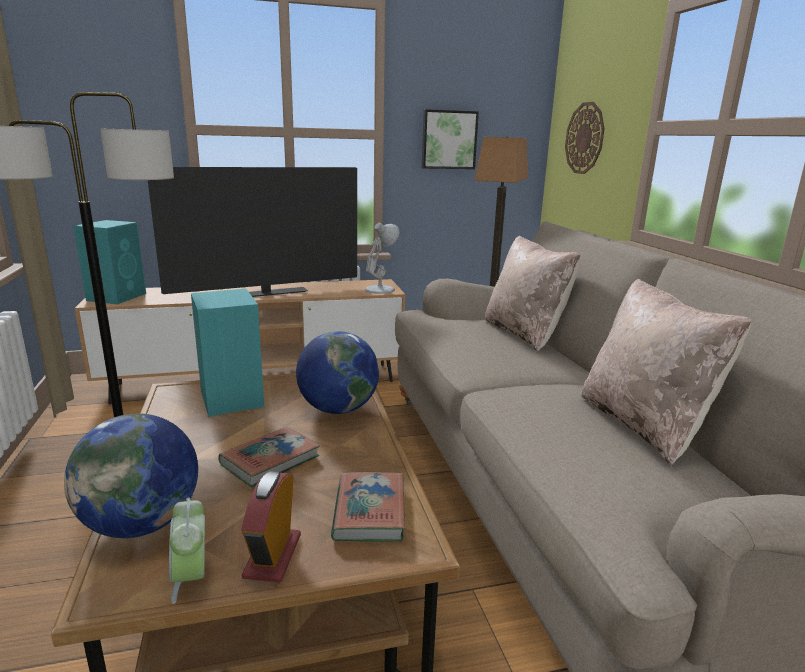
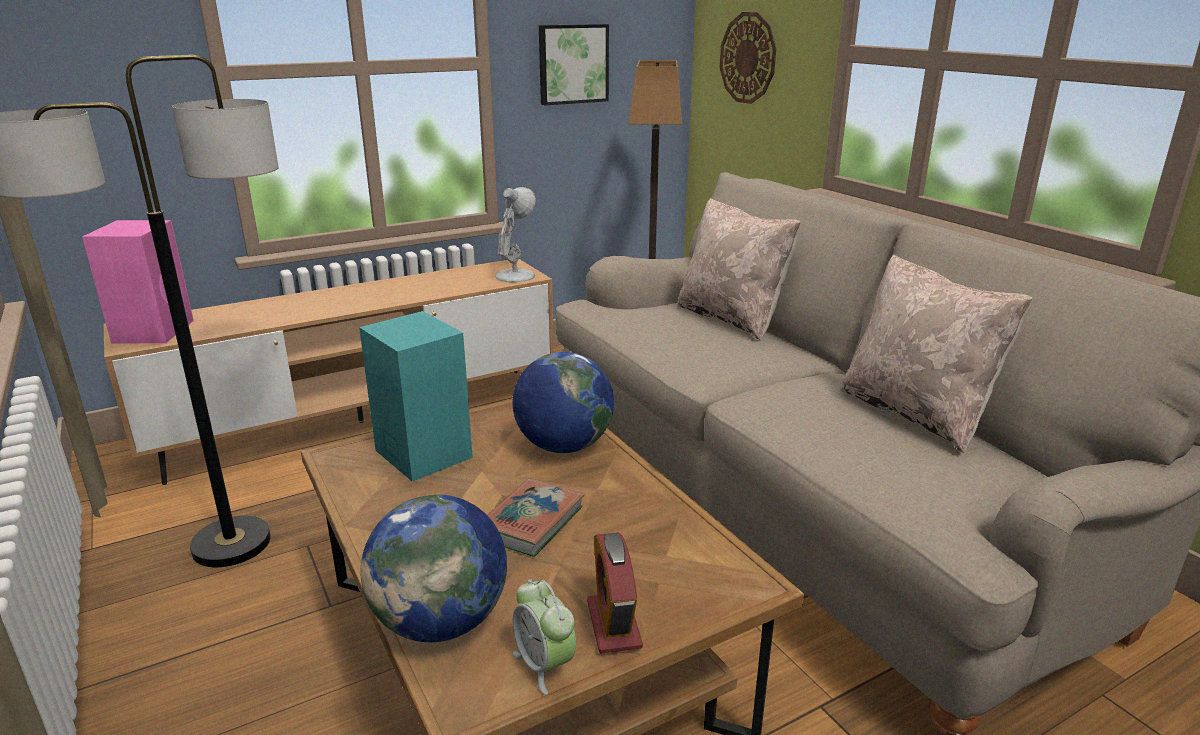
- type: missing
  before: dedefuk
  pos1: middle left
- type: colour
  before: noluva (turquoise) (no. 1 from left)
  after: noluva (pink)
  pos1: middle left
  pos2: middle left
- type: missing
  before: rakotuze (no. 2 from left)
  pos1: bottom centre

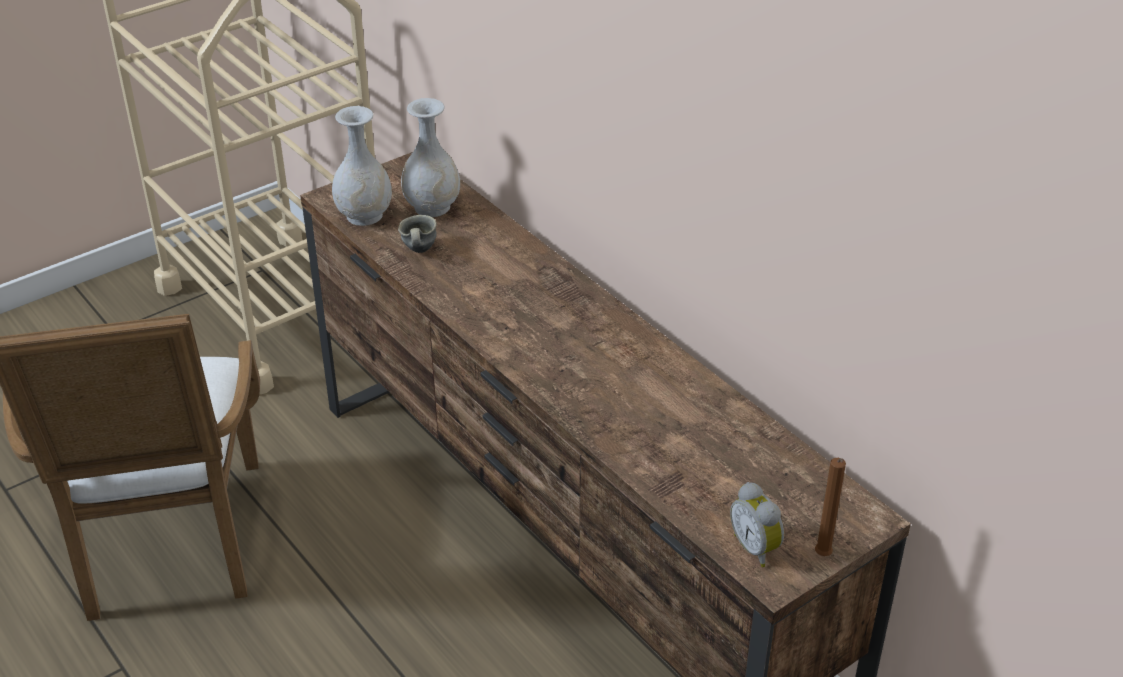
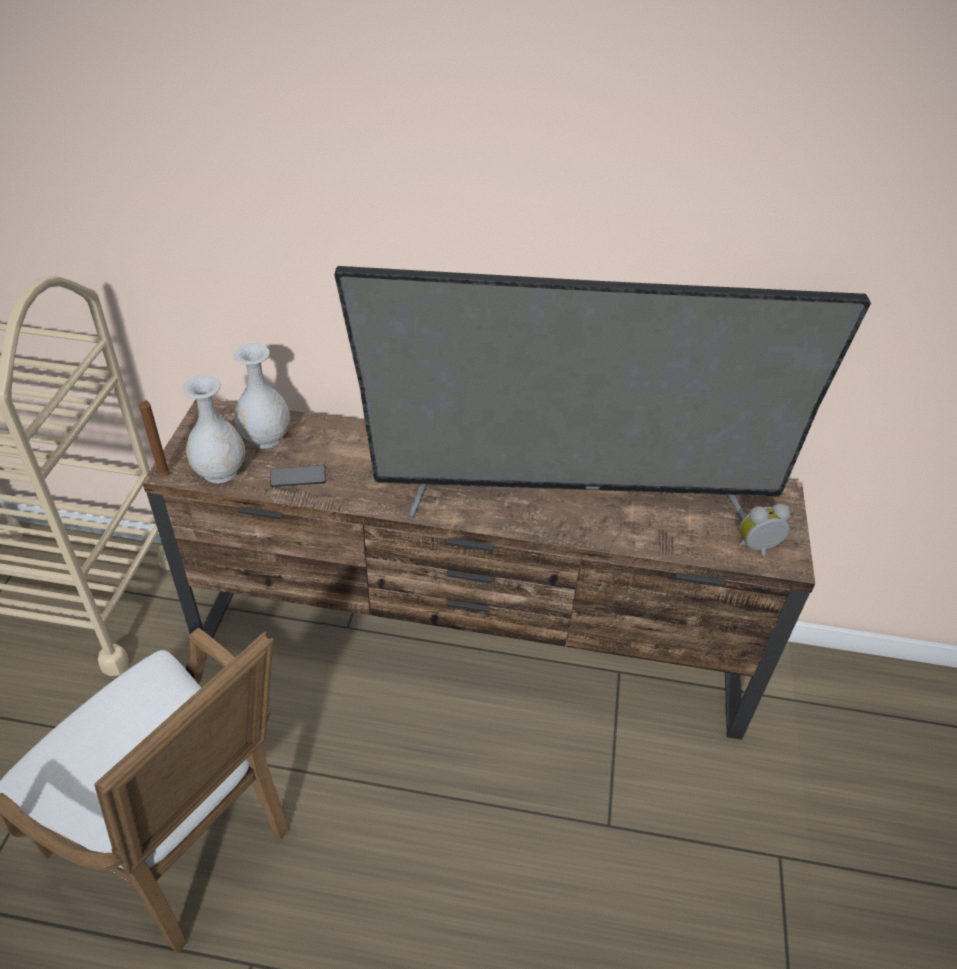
- type: exchanged
  before: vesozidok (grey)
  after: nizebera
  pos1: centre
  pos2: middle left
- type: relocated
  before: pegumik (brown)
  pos1: bottom right
  pos2: middle left
- type: spun
  before: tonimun
  pos1: bottom right
  pos2: middle right
  turn: 150
- type: appeared
  after: dedefuk
  pos2: centre

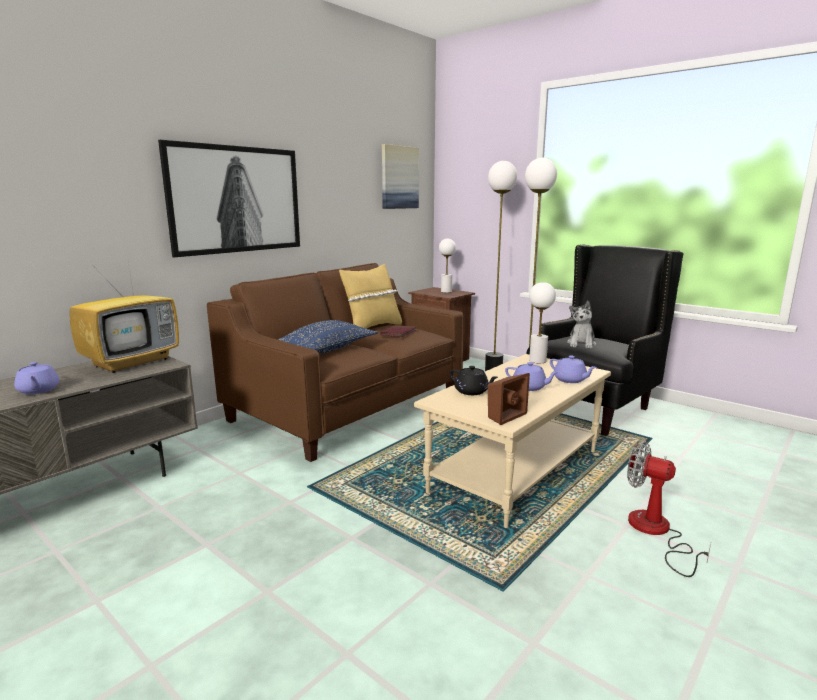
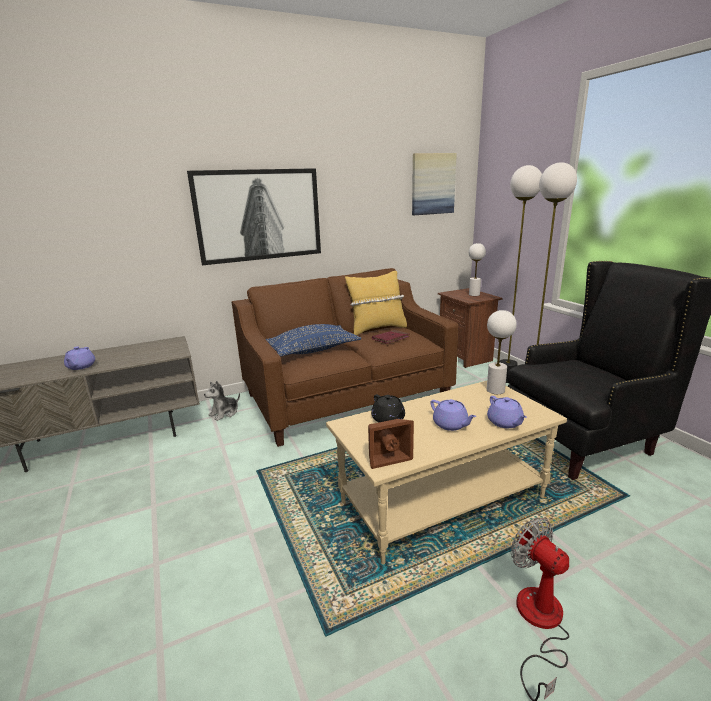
- type: missing
  before: dedefuk
  pos1: middle left
- type: relocated
  before: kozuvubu
  pos1: middle right
  pos2: middle left

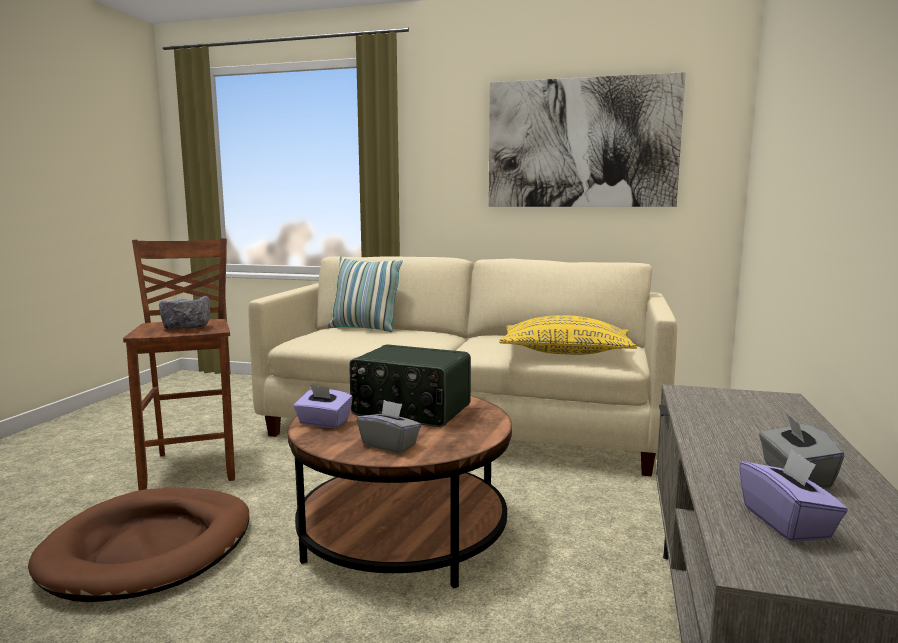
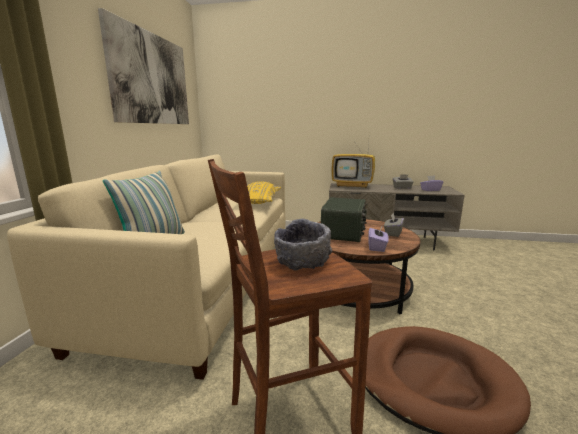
- type: appeared
  after: dedefuk
  pos2: centre

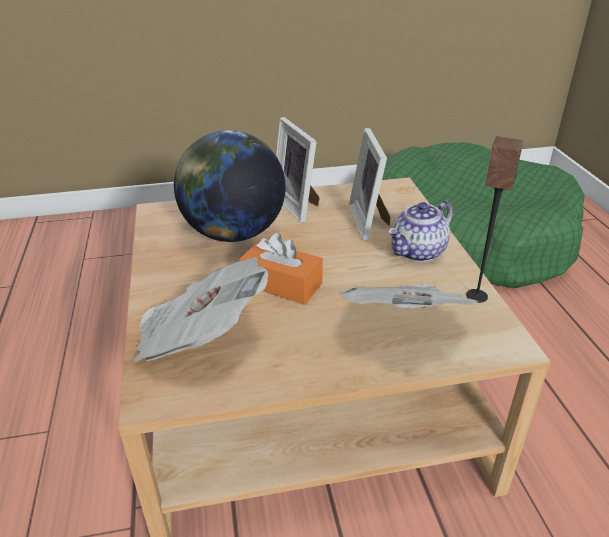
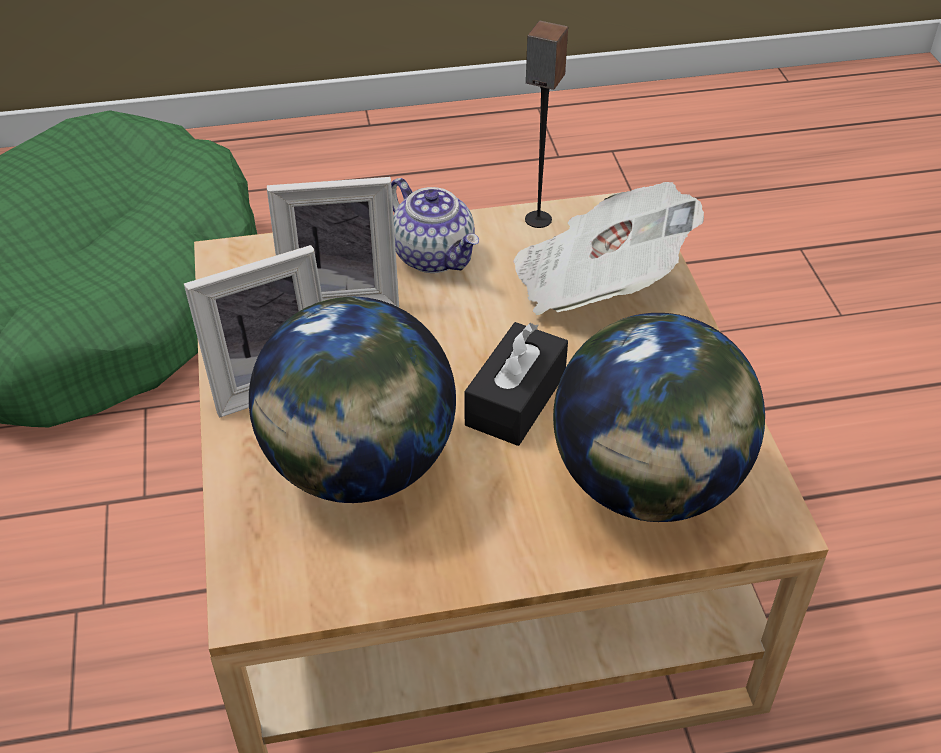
- type: colour
  before: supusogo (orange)
  after: supusogo (black)
  pos1: centre
  pos2: centre
- type: exchanged
  before: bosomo (no. 1 from left)
  after: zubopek (no. 2 from left)
  pos1: middle left
  pos2: middle right

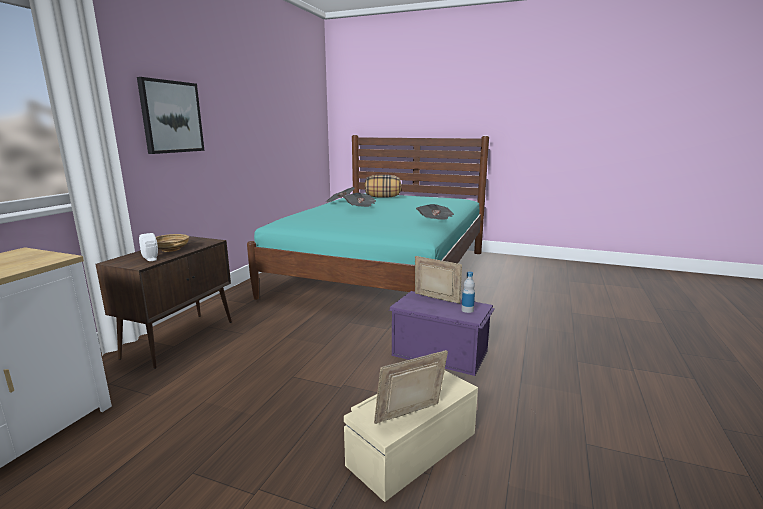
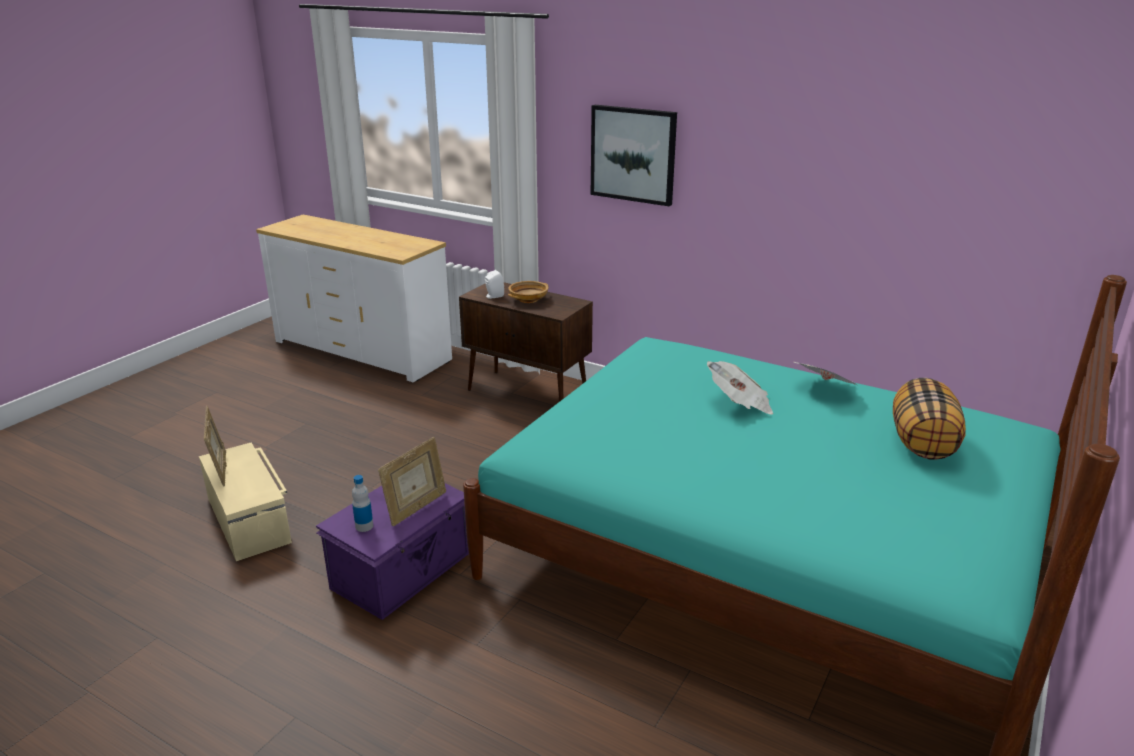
- type: missing
  before: bosomo (no. 3 from left)
  pos1: centre

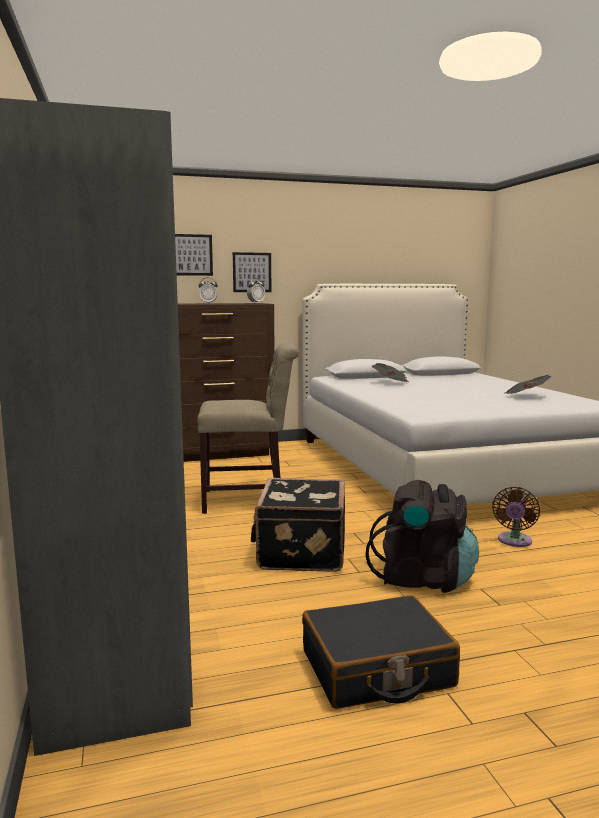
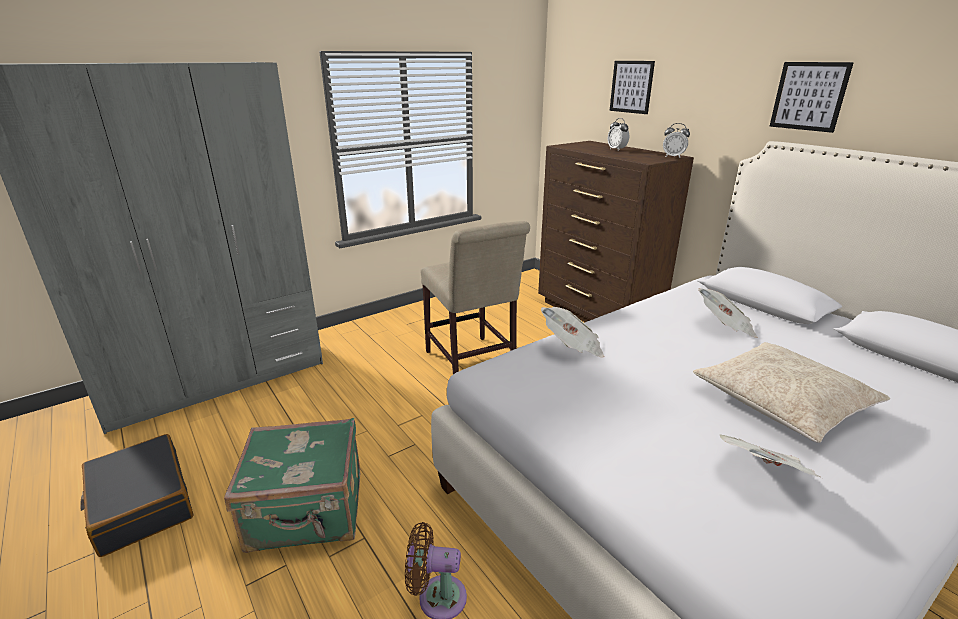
- type: relocated
  before: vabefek (no. 2 from left)
  pos1: top centre
  pos2: top right
- type: missing
  before: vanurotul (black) (no. 1 from left)
  pos1: centre
- type: exchanged
  before: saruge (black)
  after: vanurotul (green)
  pos1: middle right
  pos2: bottom left
- type: appeared
  after: bosomo (no. 1 from left)
  pos2: centre
- type: appeared
  after: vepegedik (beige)
  pos2: middle right

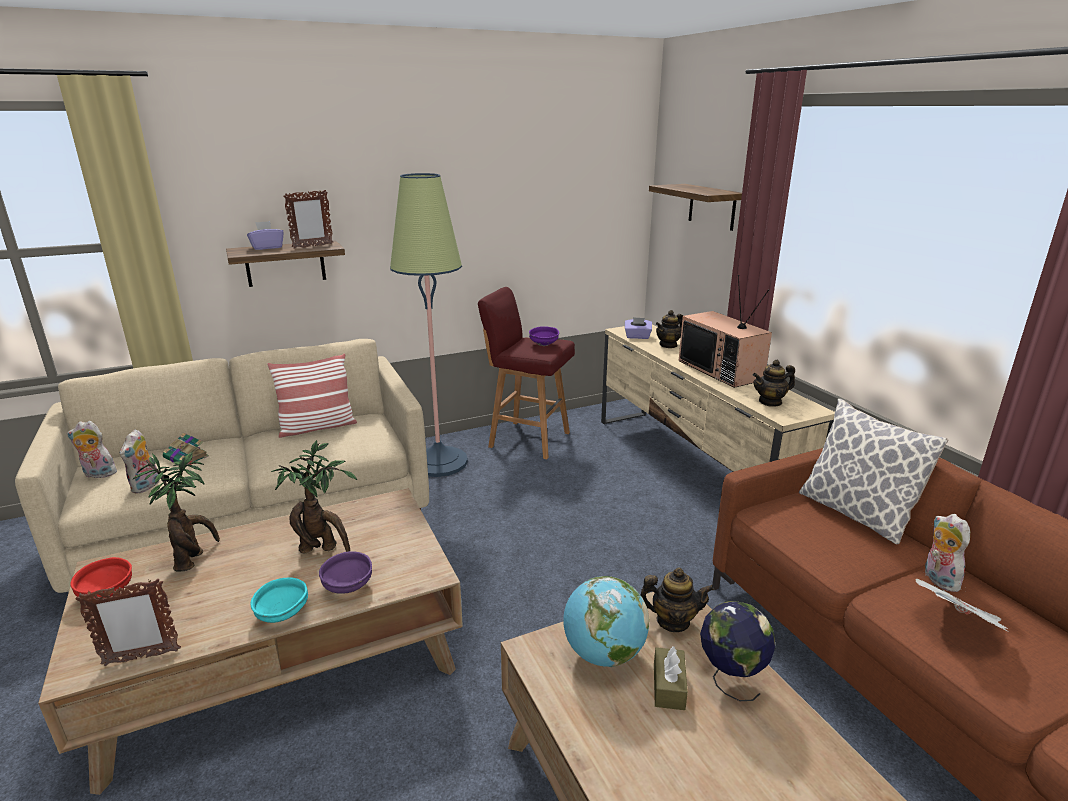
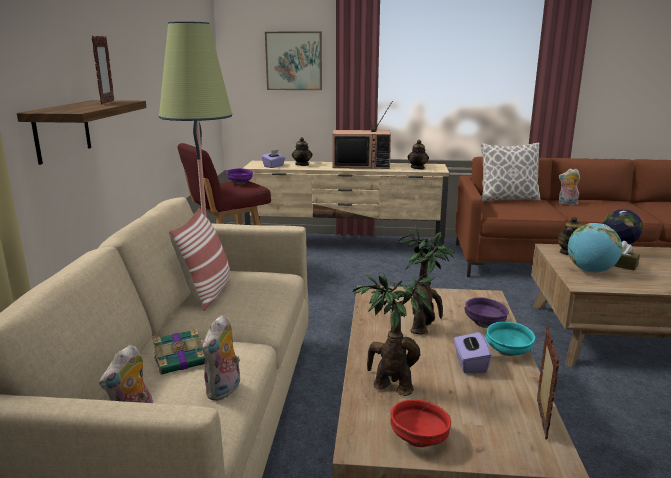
- type: exchanged
  before: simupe (no. 2 from left)
  after: vabefek
  pos1: top centre
  pos2: top centre
- type: relocated
  before: supusogo (purple) (no. 1 from left in the first image)
  after: supusogo (purple) (no. 2 from left)
  pos1: top left
  pos2: bottom right
- type: spun
  before: kozuvubu (no. 2 from left)
  pos1: middle left
  pos2: bottom left
  turn: 75
- type: missing
  before: bosomo
  pos1: bottom right

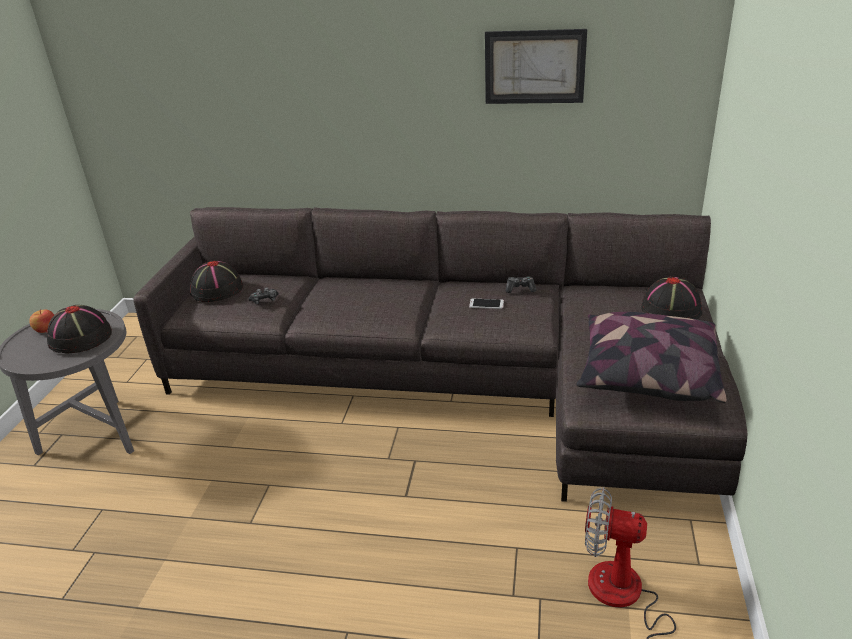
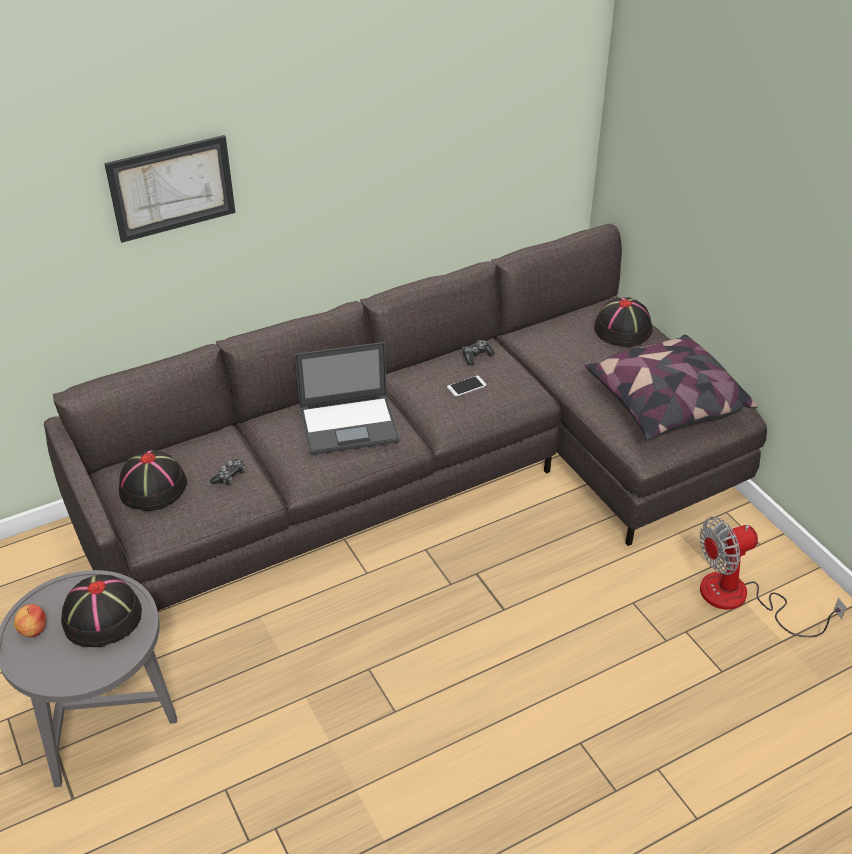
- type: relocated
  before: vabefek
  pos1: top centre
  pos2: top left
- type: appeared
  after: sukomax
  pos2: centre

